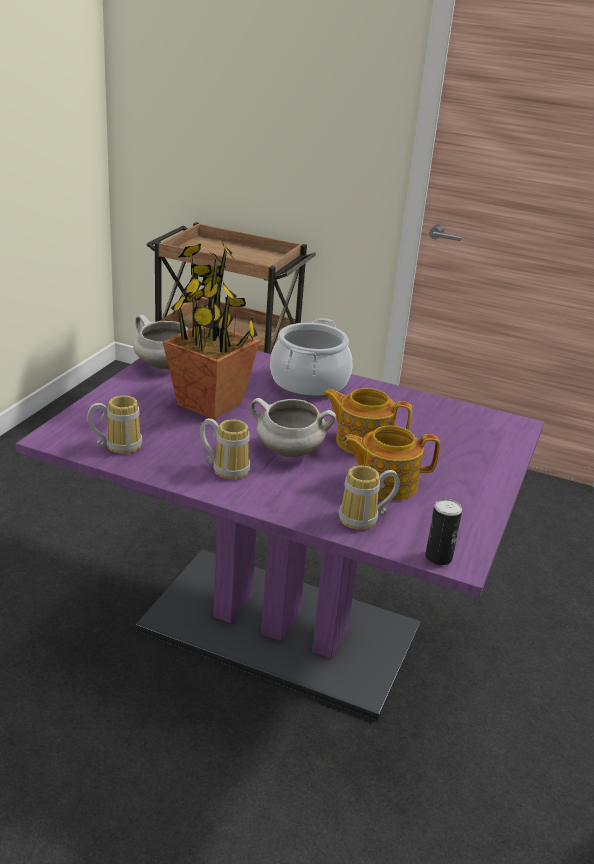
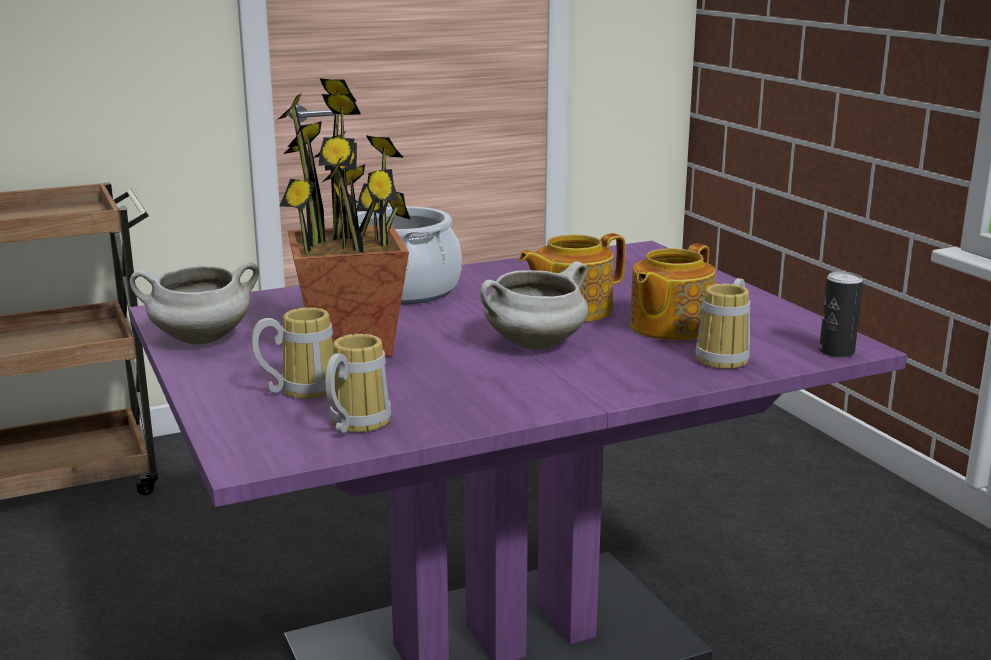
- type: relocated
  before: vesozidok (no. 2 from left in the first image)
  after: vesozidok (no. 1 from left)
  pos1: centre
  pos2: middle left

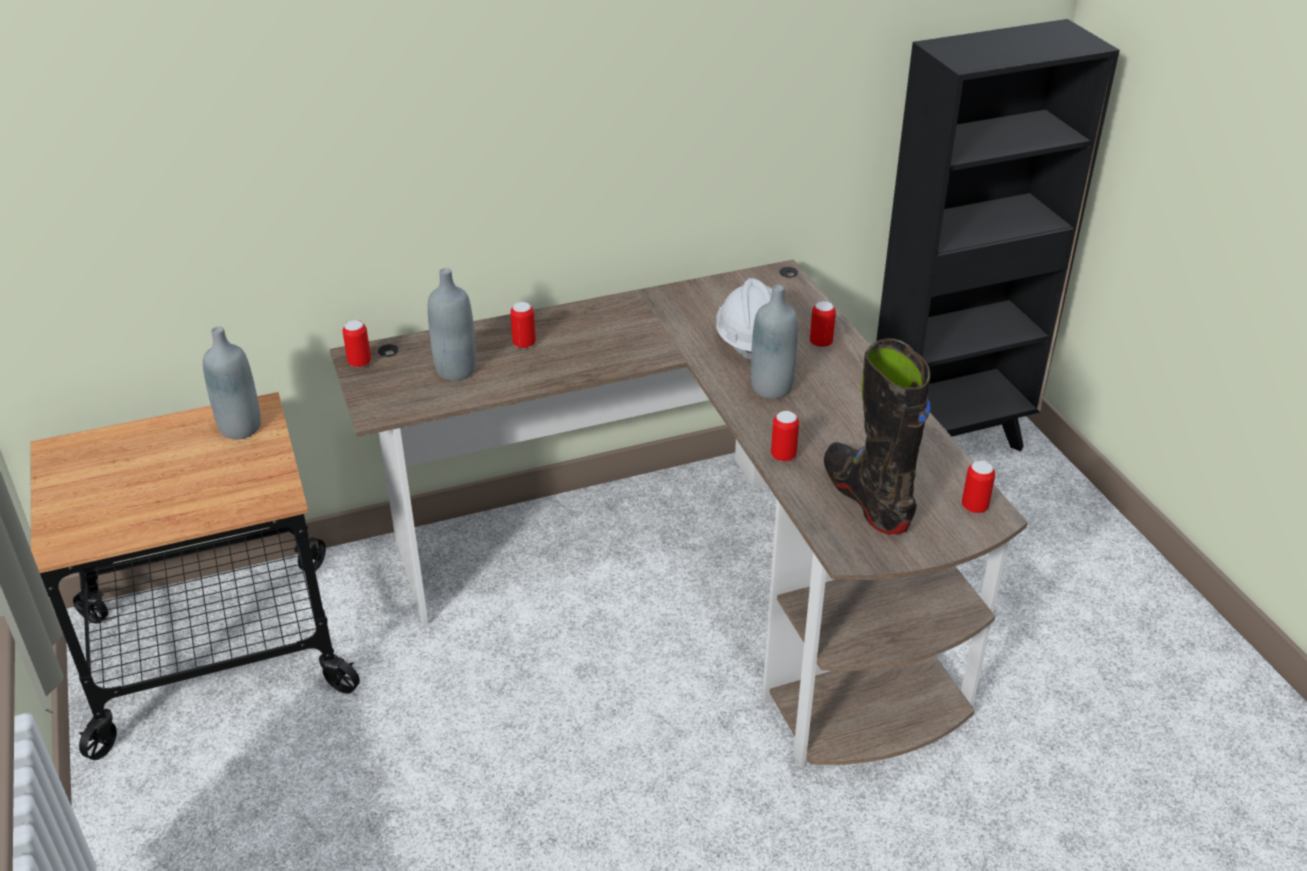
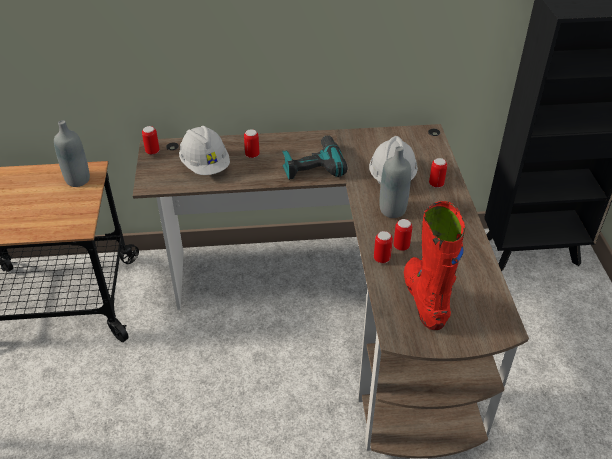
- type: exchanged
  before: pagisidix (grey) (no. 2 from left)
  after: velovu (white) (no. 1 from left)
  pos1: centre
  pos2: top centre
- type: colour
  before: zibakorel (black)
  after: zibakorel (red)
  pos1: middle right
  pos2: middle right
- type: relocated
  before: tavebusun (no. 5 from left in the first image)
  after: tavebusun (no. 4 from left)
  pos1: middle right
  pos2: centre
- type: appeared
  after: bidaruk
  pos2: centre

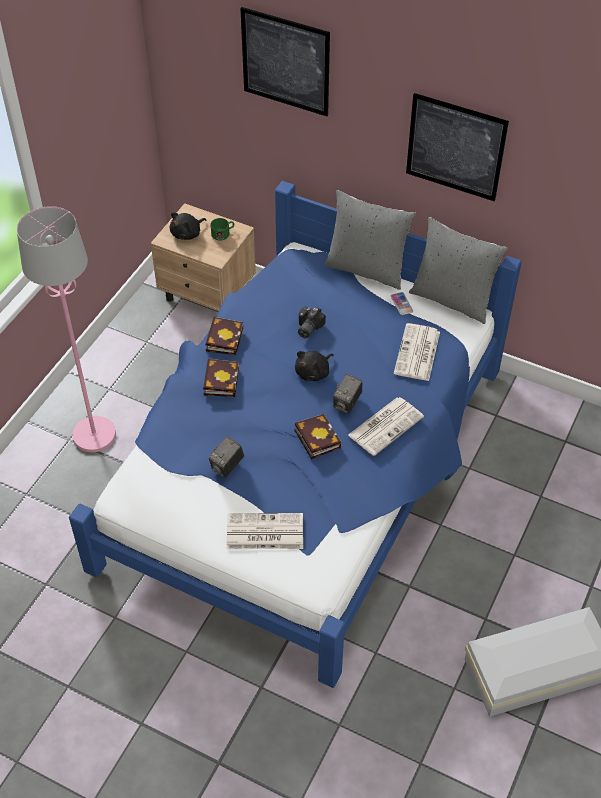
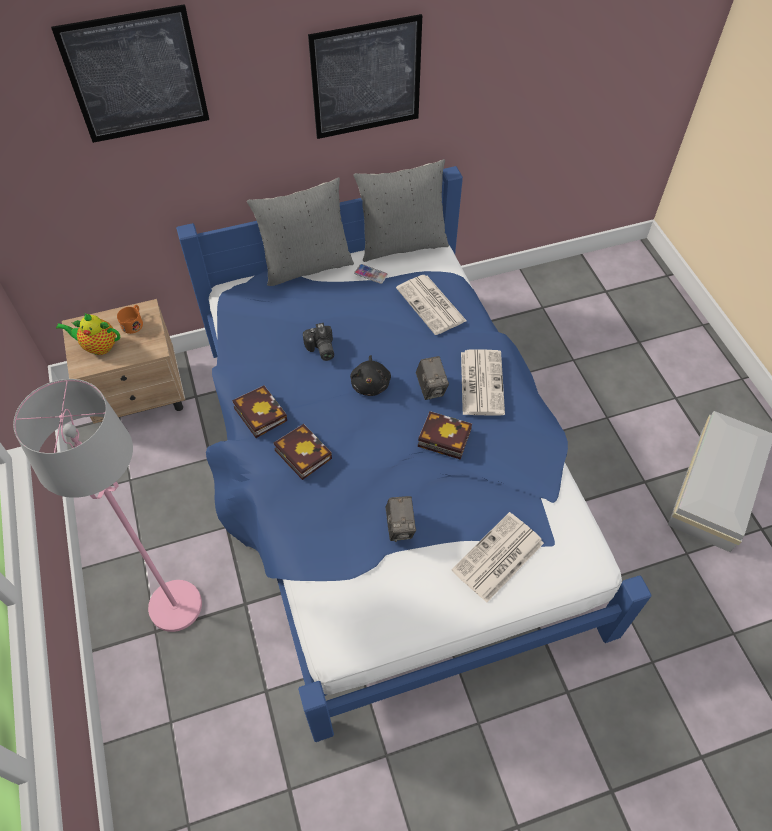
- type: exchanged
  before: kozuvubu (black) (no. 1 from left)
  after: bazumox
  pos1: top left
  pos2: middle left
- type: colour
  before: vesozidok (green)
  after: vesozidok (orange)
  pos1: top centre
  pos2: middle left

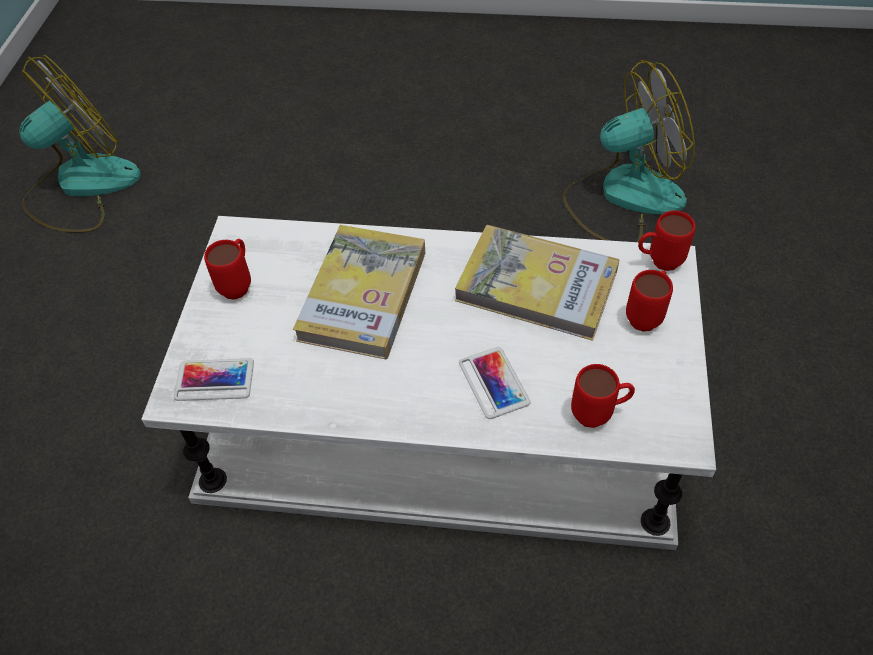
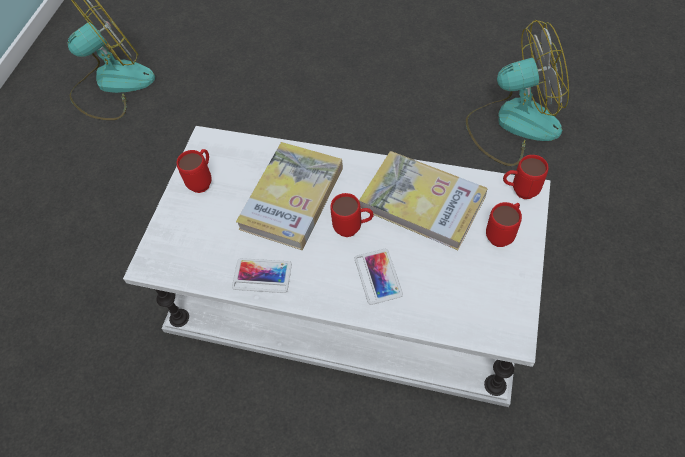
- type: relocated
  before: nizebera (no. 1 from left)
  pos1: middle left
  pos2: centre
- type: relocated
  before: vesozidok (red) (no. 2 from left)
  pos1: middle right
  pos2: centre

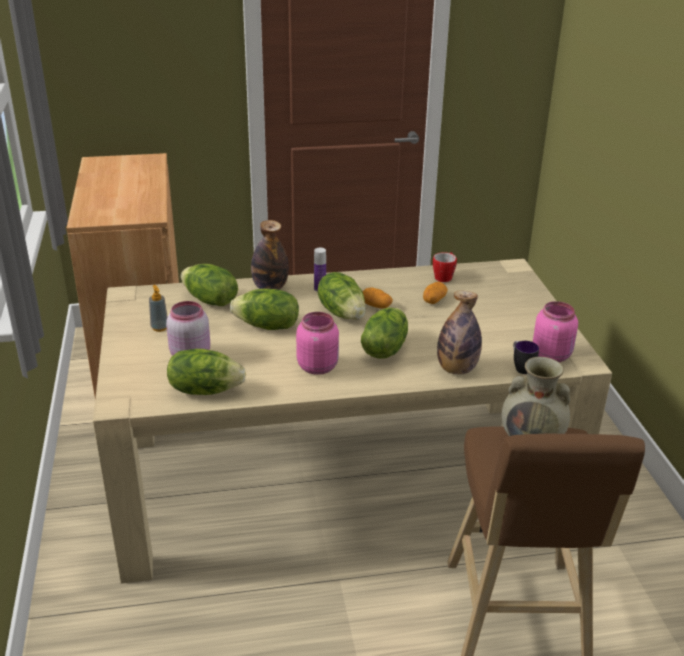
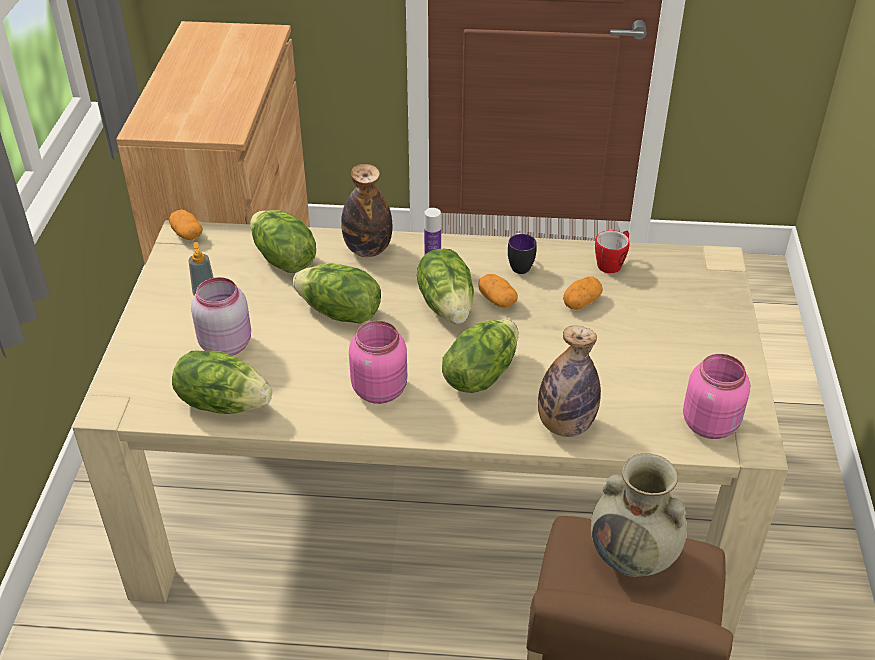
- type: relocated
  before: vesozidok (no. 2 from left in the first image)
  after: vesozidok (no. 1 from left)
  pos1: middle right
  pos2: centre
- type: appeared
  after: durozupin (no. 1 from left)
  pos2: middle left

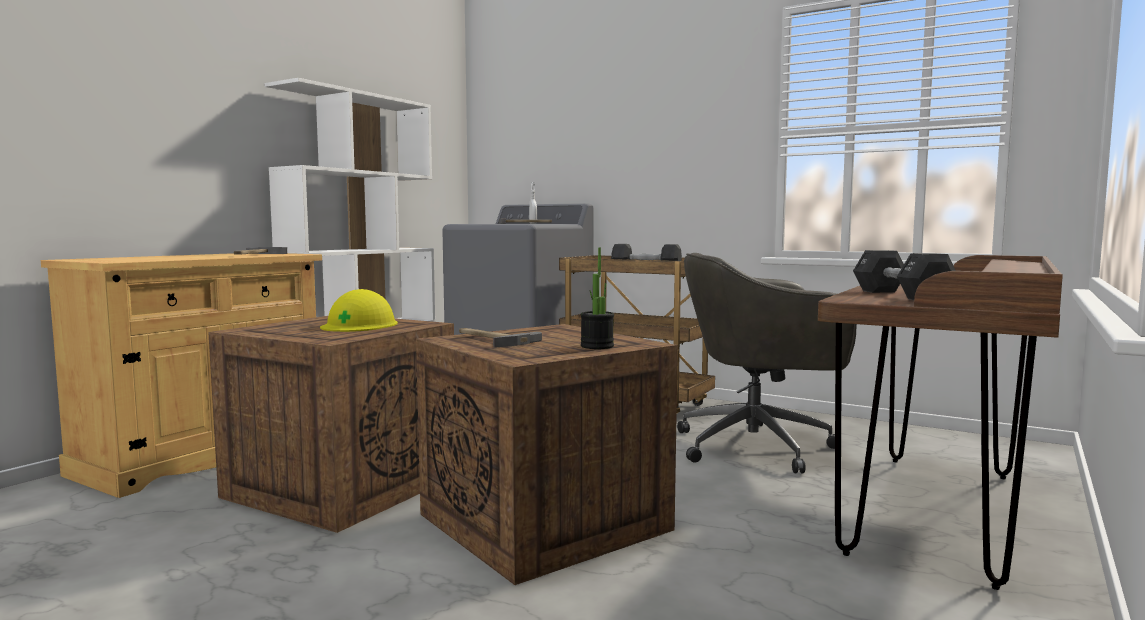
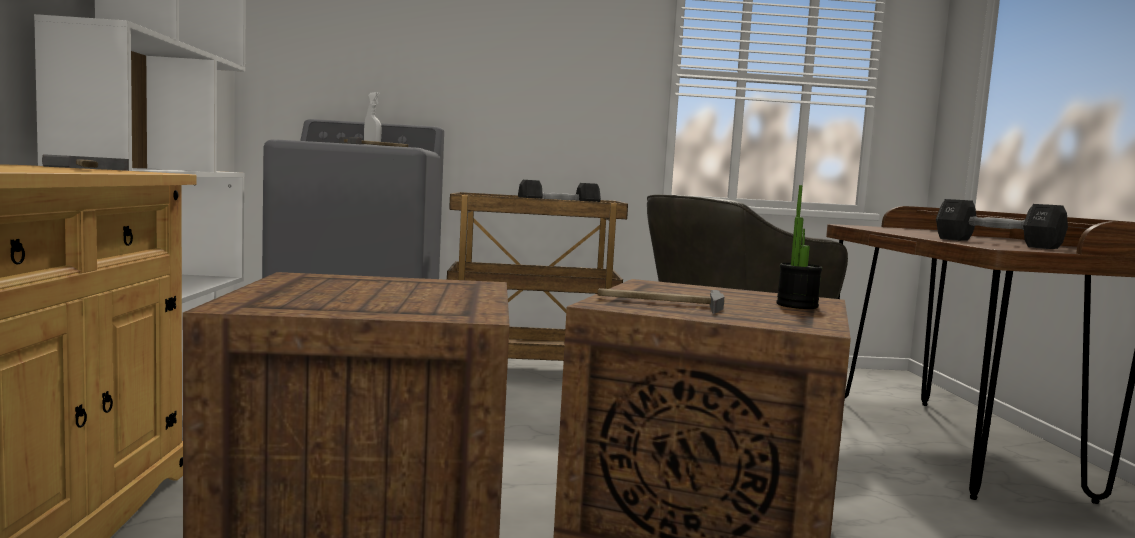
- type: missing
  before: velovu (yellow)
  pos1: middle left

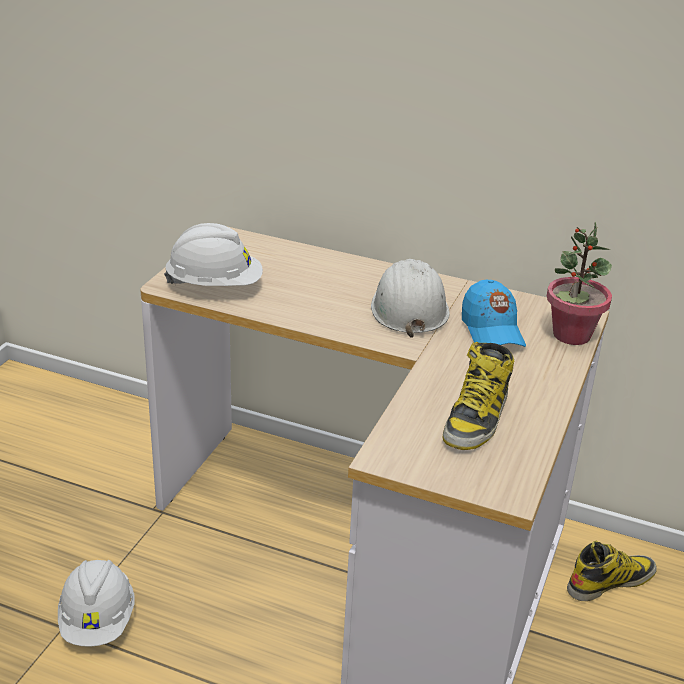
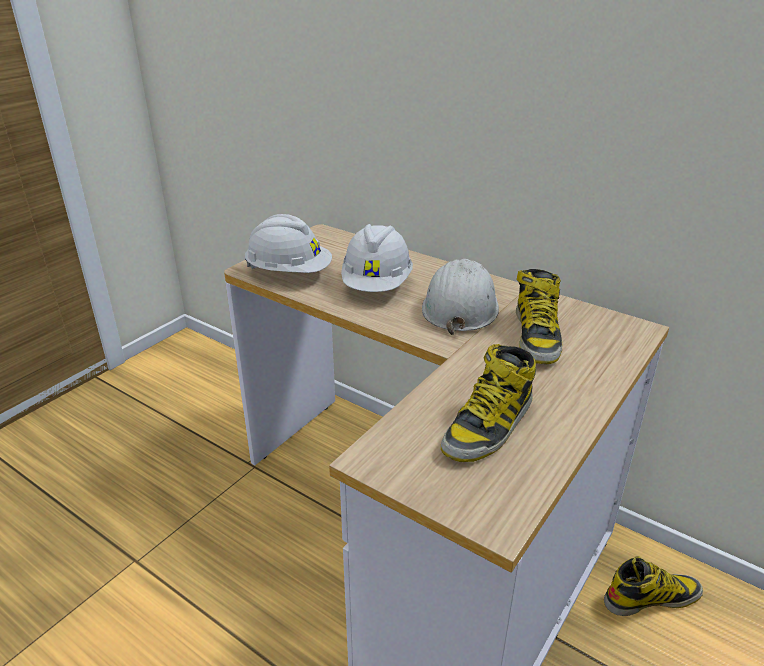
- type: missing
  before: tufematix
  pos1: middle right
- type: exchanged
  before: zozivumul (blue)
  after: zibakorel (no. 2 from left)
  pos1: middle right
  pos2: middle right
- type: relocated
  before: velovu (white) (no. 1 from left in the first image)
  after: velovu (white) (no. 2 from left)
  pos1: bottom left
  pos2: centre

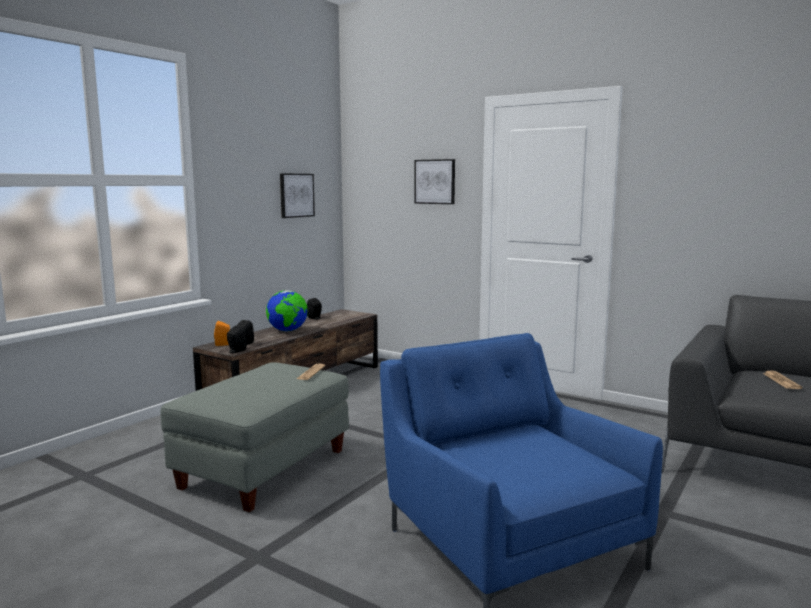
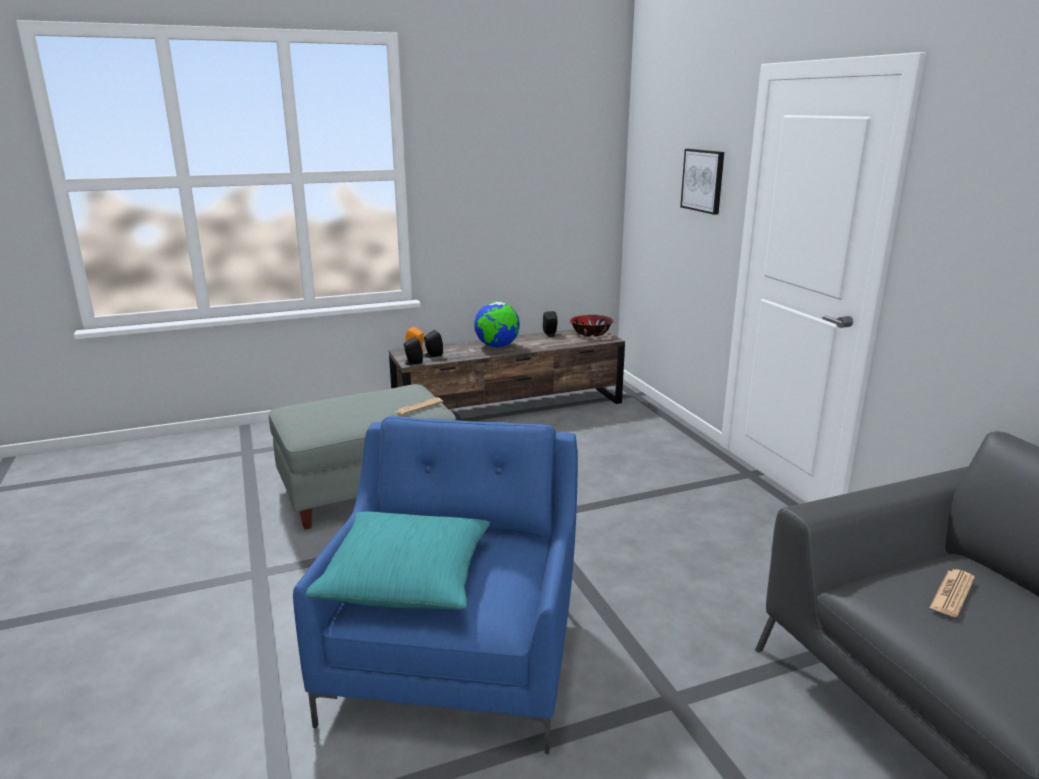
- type: missing
  before: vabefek (no. 1 from left)
  pos1: top centre
- type: appeared
  after: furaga
  pos2: centre
- type: appeared
  after: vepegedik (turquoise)
  pos2: bottom centre

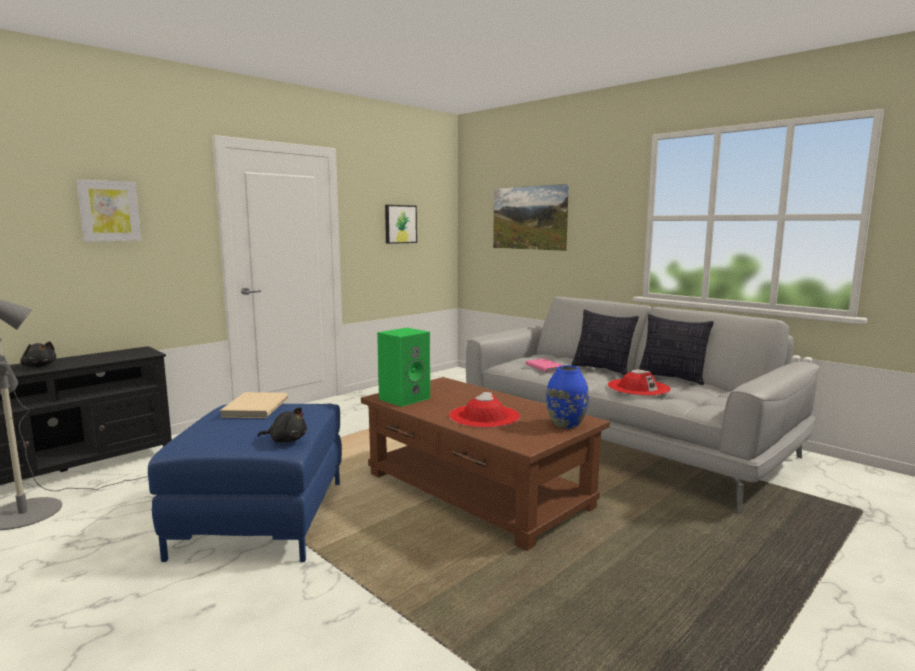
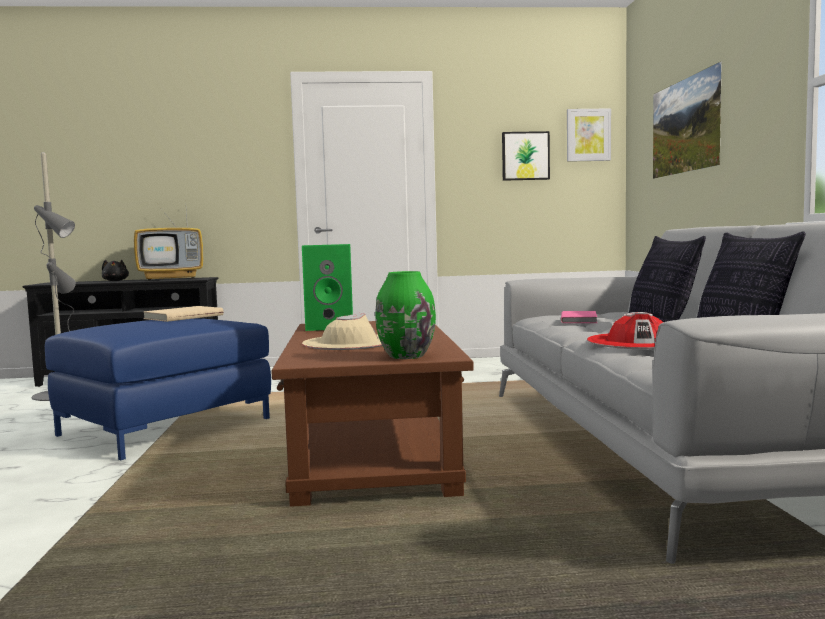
- type: relocated
  before: vabefek (no. 1 from left in the first image)
  after: vabefek (no. 2 from left)
  pos1: top left
  pos2: top right
- type: colour
  before: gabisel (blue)
  after: gabisel (green)
  pos1: centre
  pos2: centre
- type: colour
  before: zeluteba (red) (no. 1 from left)
  after: zeluteba (beige)
  pos1: centre
  pos2: centre
- type: missing
  before: kozuvubu (black) (no. 2 from left)
  pos1: middle left
- type: appeared
  after: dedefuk
  pos2: middle left

